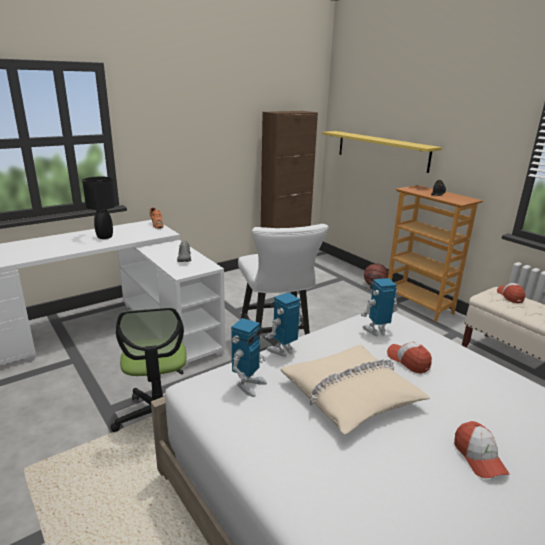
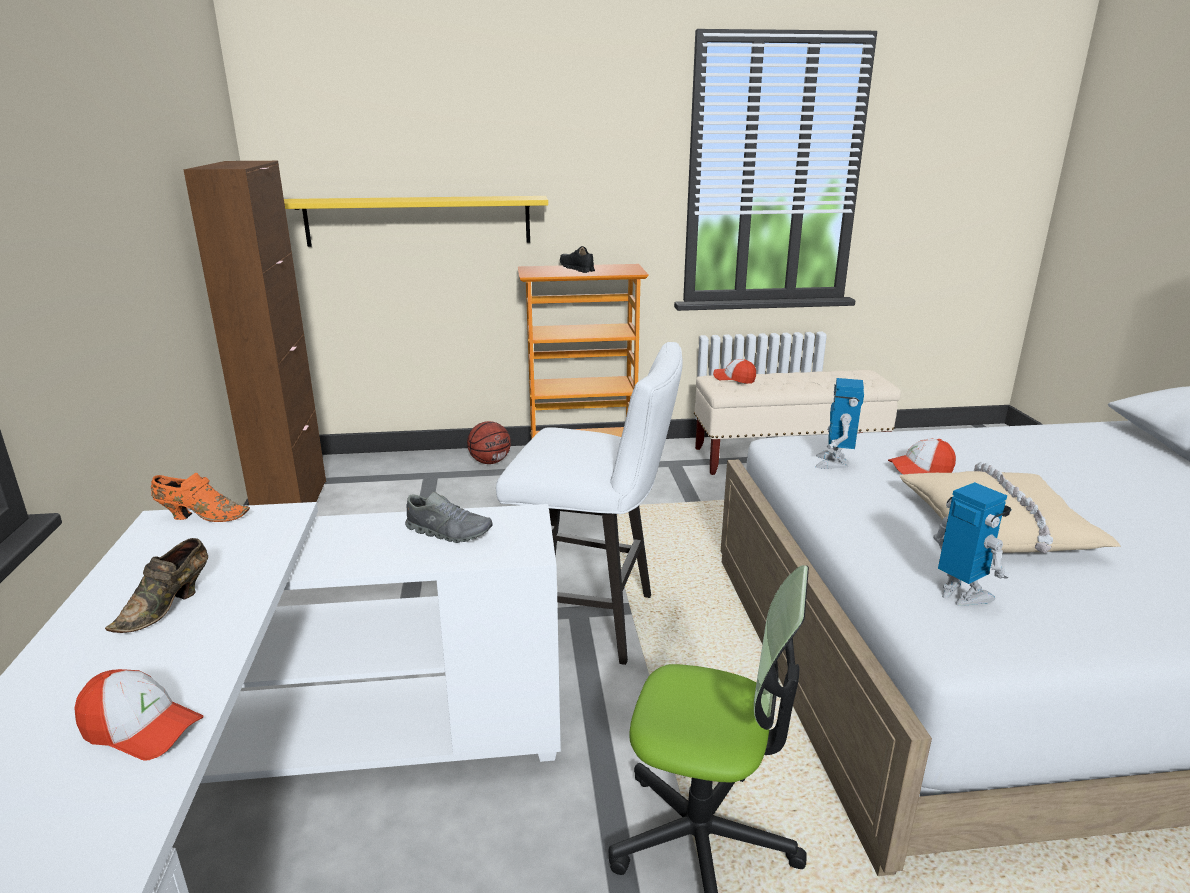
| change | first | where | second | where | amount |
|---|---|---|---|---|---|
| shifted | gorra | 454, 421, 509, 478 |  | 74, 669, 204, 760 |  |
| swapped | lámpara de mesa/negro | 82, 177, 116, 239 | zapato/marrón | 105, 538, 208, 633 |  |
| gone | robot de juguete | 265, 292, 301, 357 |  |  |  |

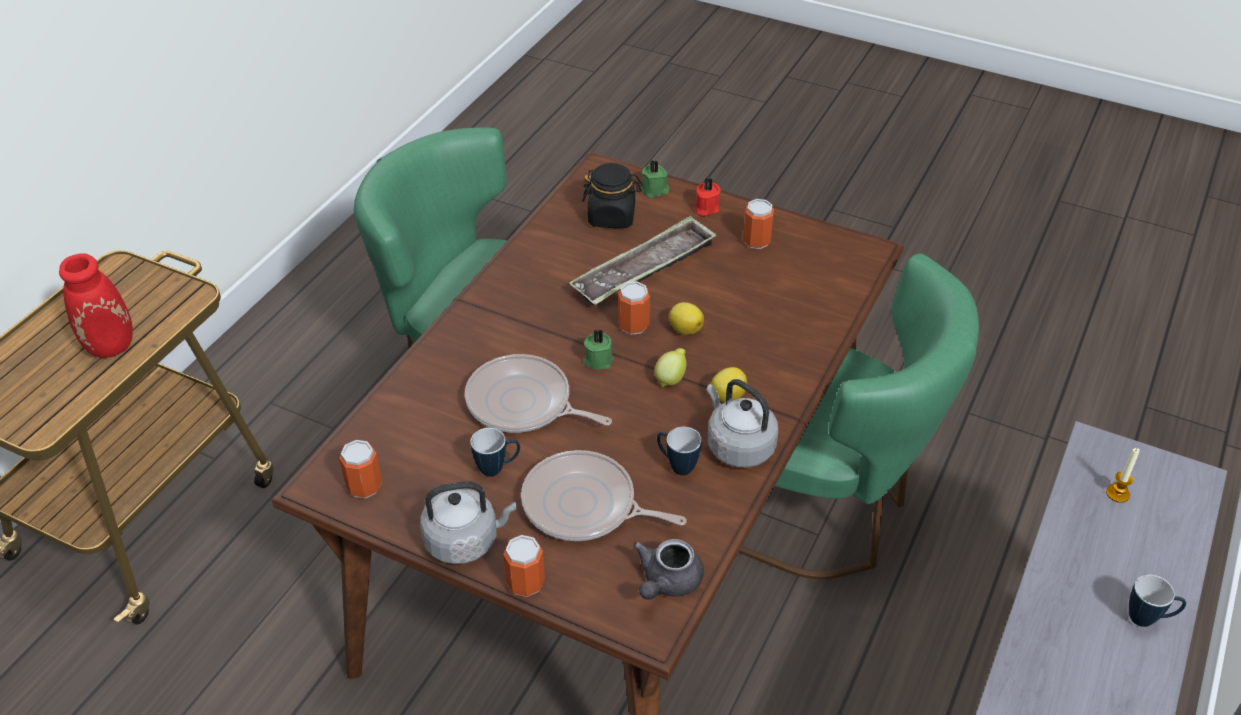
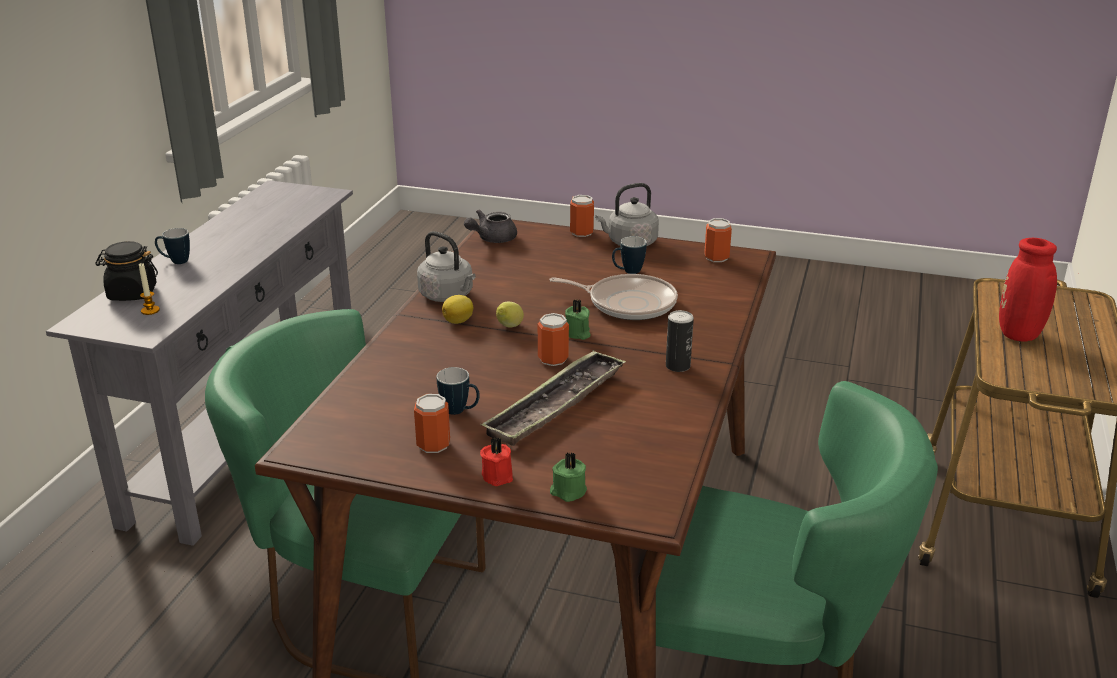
| change | first | where | second | where | amount |
|---|---|---|---|---|---|
| shifted | tarro/negro | 582, 163, 642, 228 |  | 95, 241, 158, 301 |  |
| shifted | taza grande | 657, 427, 702, 475 |  | 437, 367, 480, 415 |  |
| rotated | tetera/gris | 633, 539, 704, 600 |  | 464, 209, 517, 243 | 150 degrees counterclockwise |
| new |  |  | lata | 666, 310, 694, 372 |  |
| gone | sartén | 521, 450, 687, 541 |  |  |  |
| gone | limón | 669, 302, 704, 335 |  |  |  |

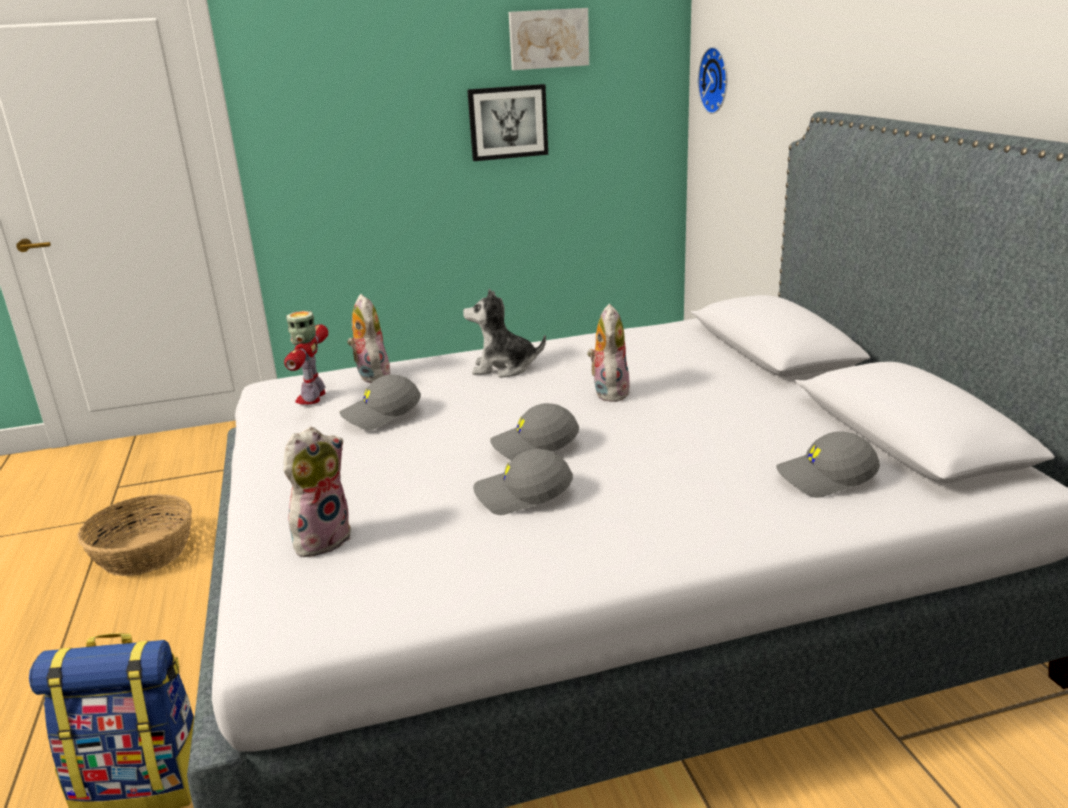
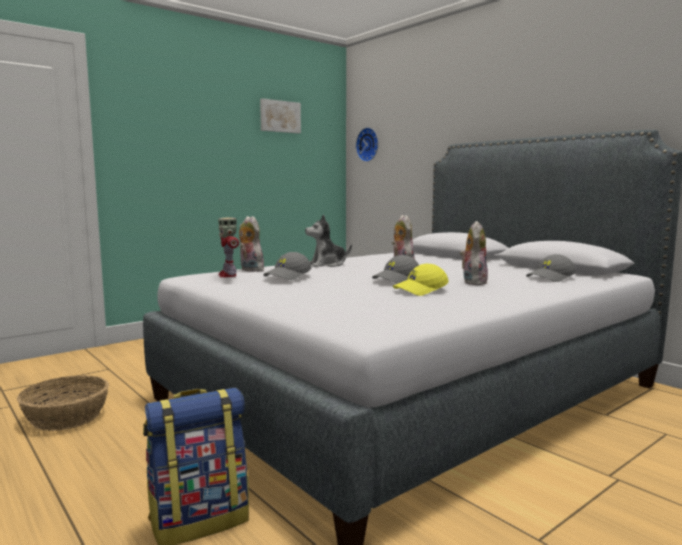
| change | first | where | second | where | amount |
|---|---|---|---|---|---|
| repainted | gorra/gris | 473, 449, 573, 515 | gorra/amarillo | 393, 264, 449, 296 |  |
| shifted | peluche | 284, 427, 351, 560 |  | 460, 221, 488, 285 |  |
| gone | cuadro | 467, 84, 548, 161 |  |  |  |

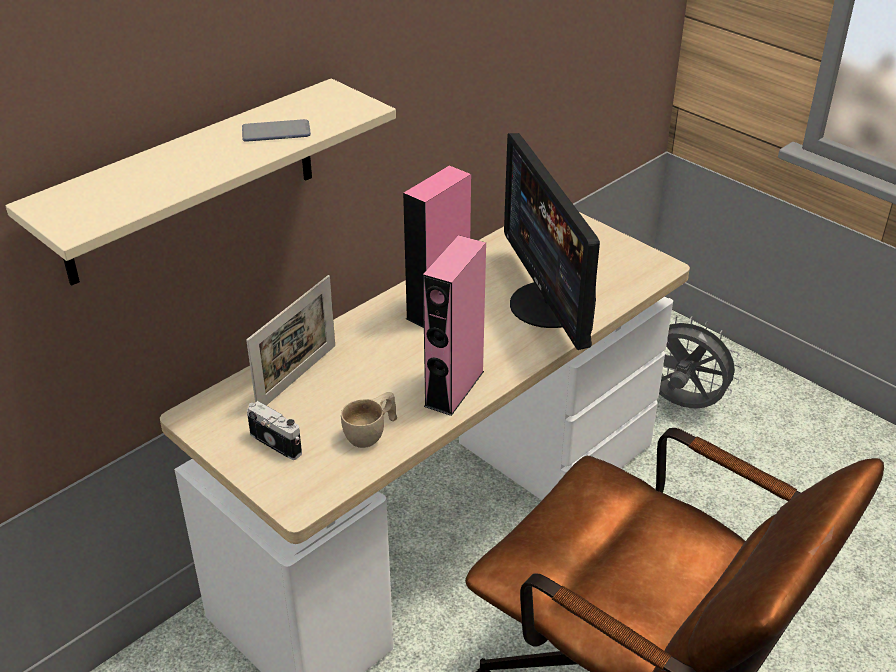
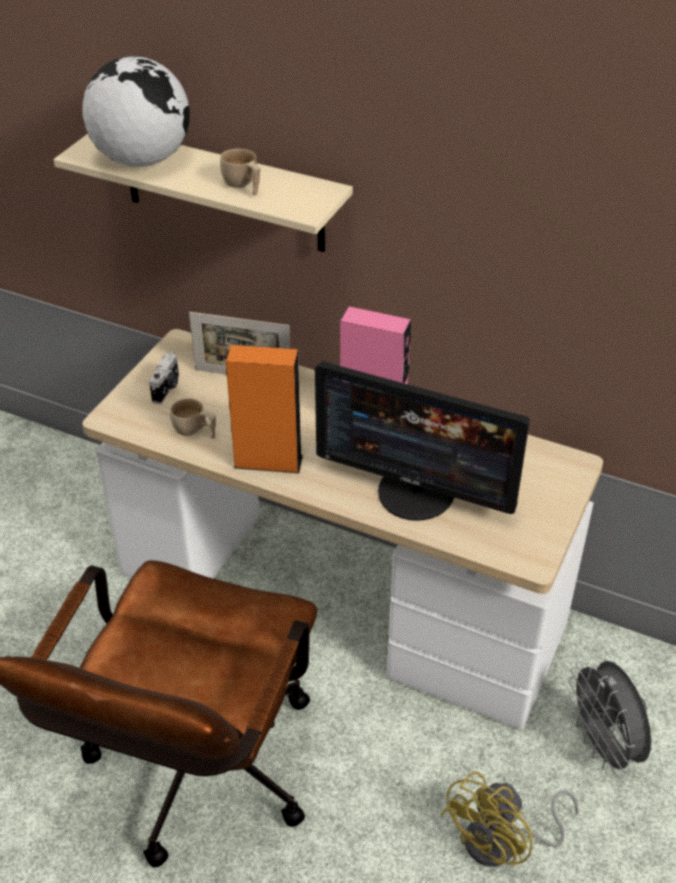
| change | first | where | second | where | amount |
|---|---|---|---|---|---|
| new |  |  | globo terráqueo | 82, 56, 190, 167 |  |
| swapped | móvil | 242, 119, 311, 142 | taza/beis | 220, 149, 260, 196 |  |
| repainted | altavoz/rosa | 423, 235, 486, 416 | altavoz/naranja | 226, 345, 303, 473 |  |
| rotated | monitor | 504, 133, 600, 350 |  | 315, 361, 530, 521 | 120 degrees counterclockwise |
| new |  |  | ventilador/amarillo | 441, 771, 579, 867 |  |
| rotated | ventilador/gris | 659, 316, 742, 409 |  | 568, 661, 652, 778 | 150 degrees clockwise |

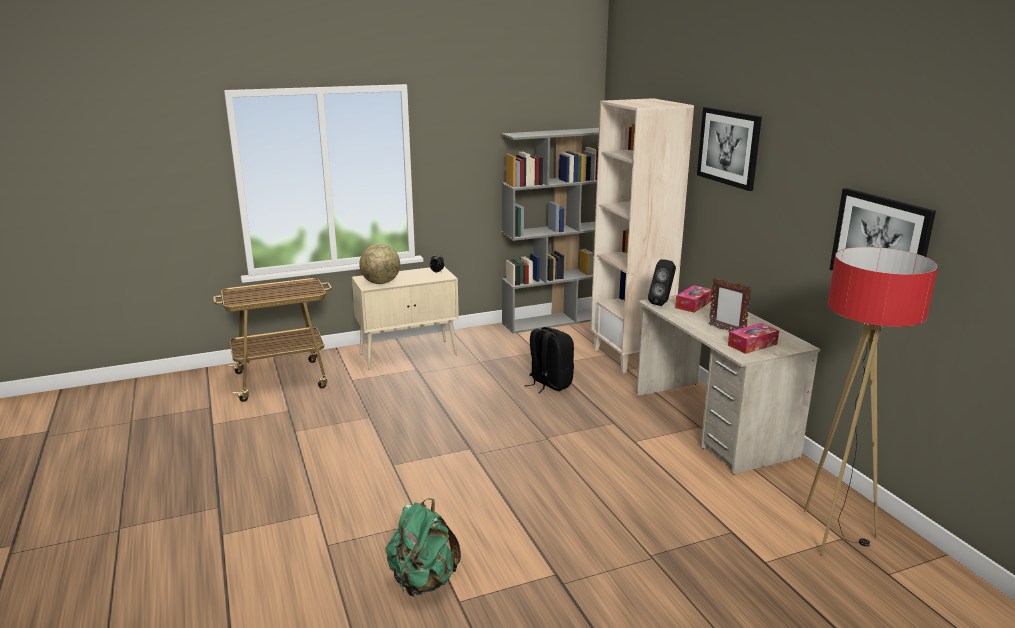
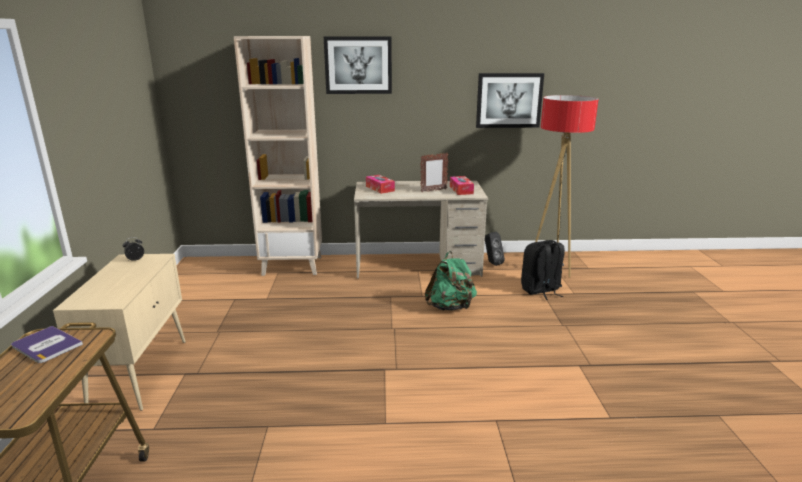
| change | first | where | second | where | amount |
|---|---|---|---|---|---|
| new |  |  | libro | 11, 326, 83, 363 |  |
| shifted | mochila/verde | 385, 498, 461, 597 |  | 425, 251, 477, 311 |  |
| shifted | altavoz/negro | 648, 259, 676, 306 |  | 485, 232, 505, 266 |  |
| shifted | mochila/negro | 525, 327, 574, 394 |  | 521, 240, 565, 300 |  |
| gone | globo terráqueo | 359, 244, 400, 284 |  |  |  |
| gone | estantería/gris | 501, 128, 599, 334 |  |  |  |

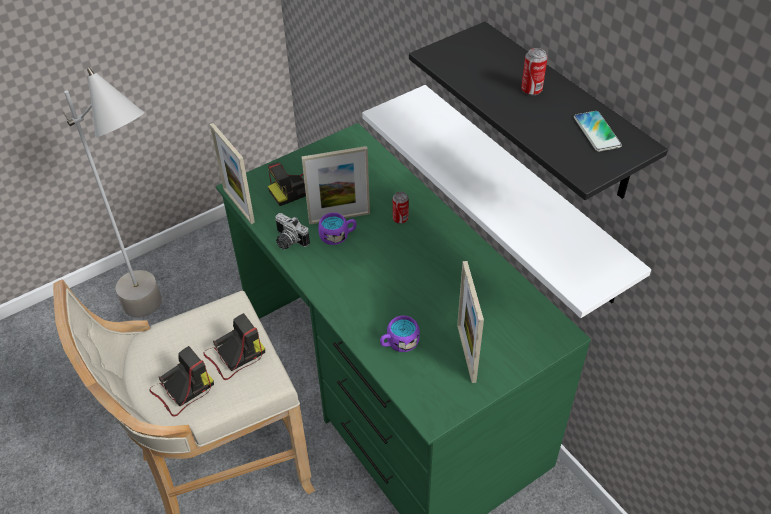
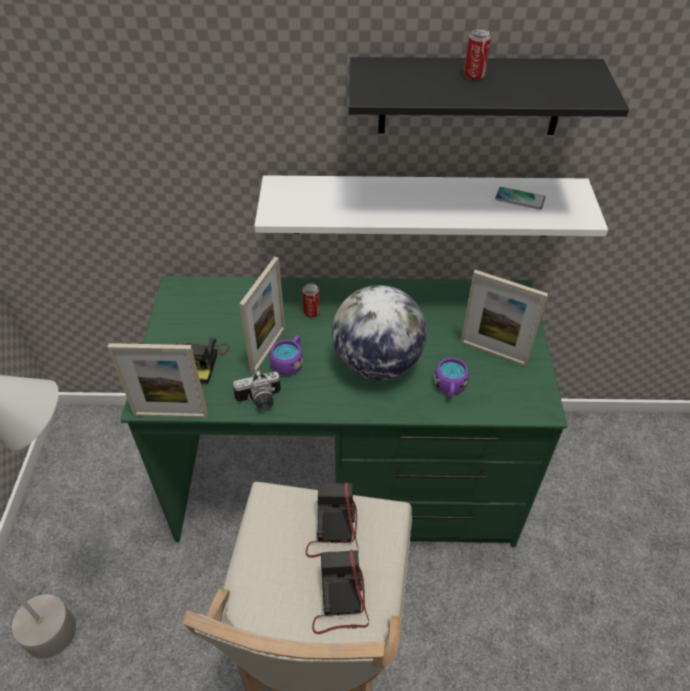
| change | first | where | second | where | amount |
|---|---|---|---|---|---|
| new |  |  | globo terráqueo | 332, 285, 427, 380 |  |
| shifted | móvil | 574, 111, 622, 152 |  | 495, 187, 545, 210 |  |

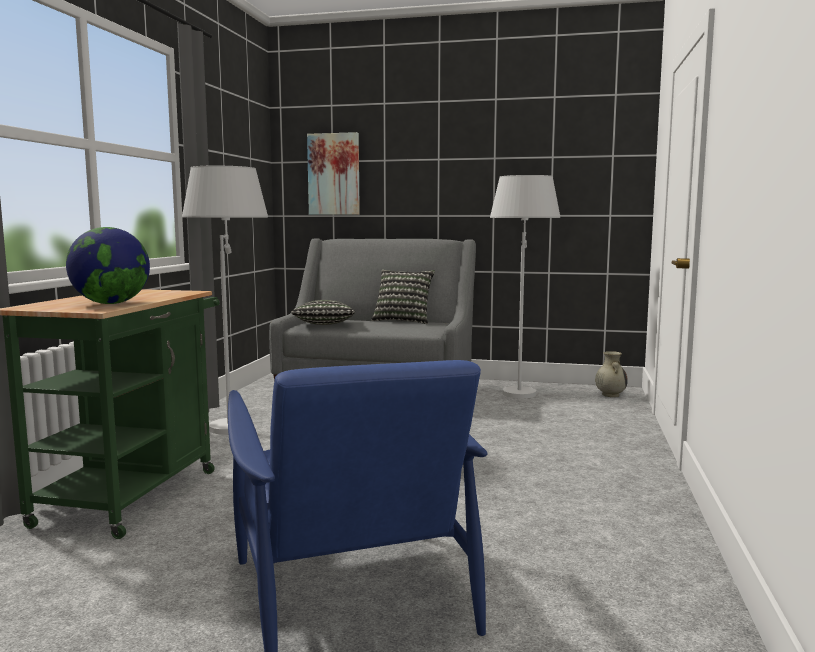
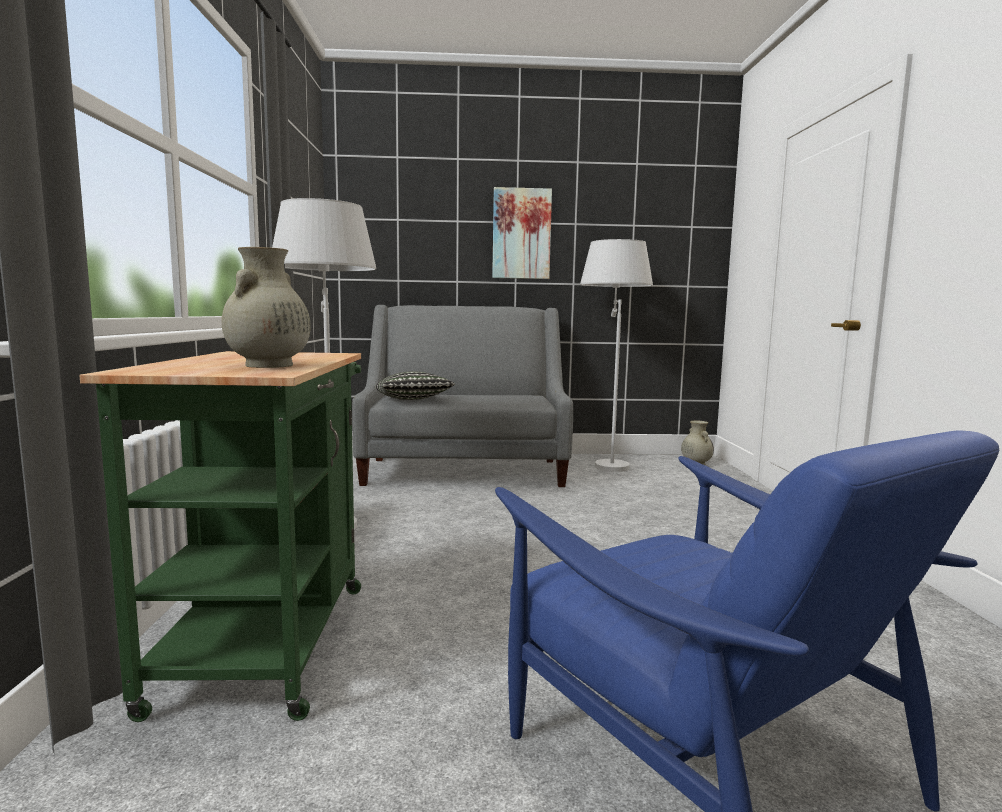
| change | first | where | second | where | amount |
|---|---|---|---|---|---|
| swapped | globo terráqueo | 66, 227, 150, 304 | florero/beis | 222, 247, 311, 368 |  |
| shifted | cuadro | 307, 132, 360, 215 |  | 492, 187, 552, 279 |  |
| gone | cojín | 371, 270, 435, 324 |  |  |  |

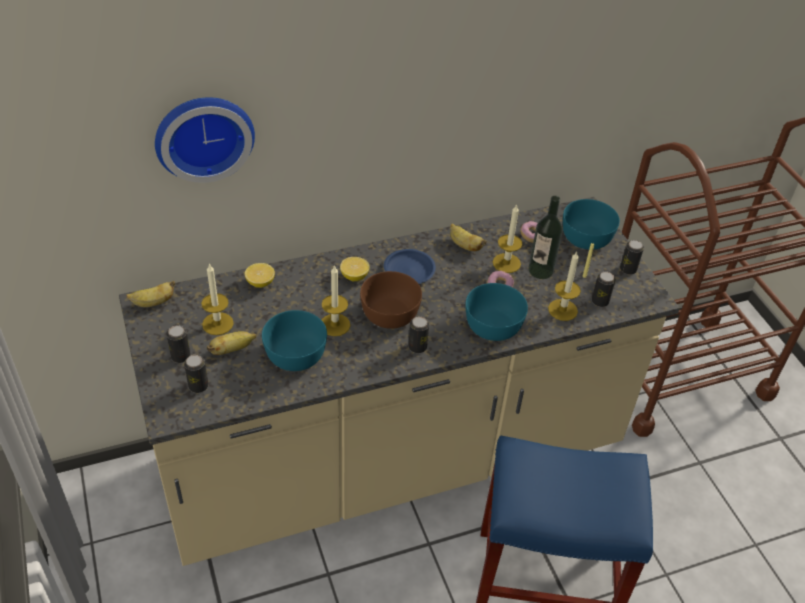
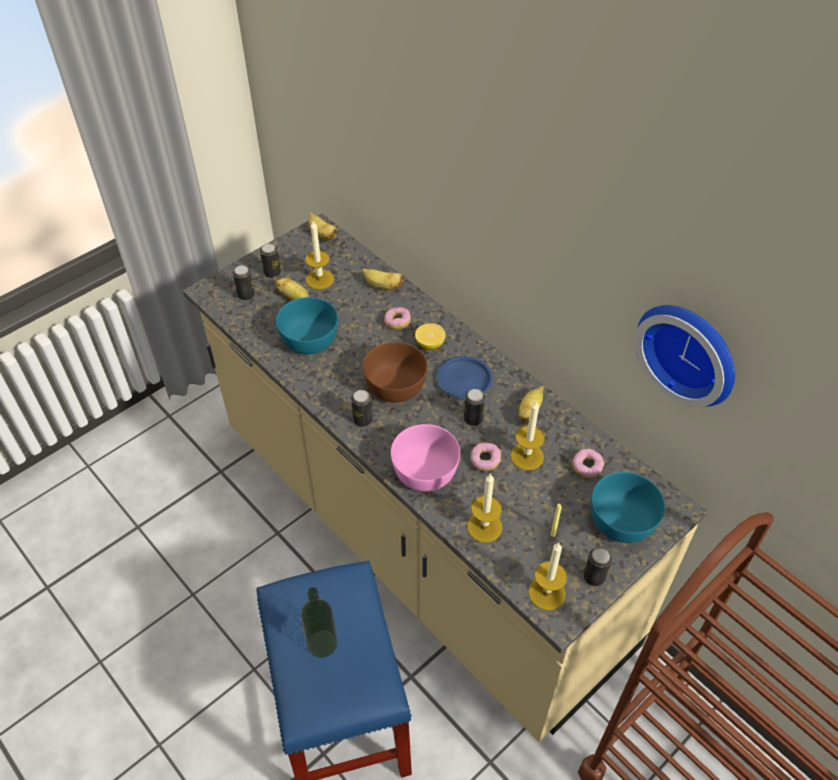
| change | first | where | second | where | amount |
|---|---|---|---|---|---|
| shifted | botella | 528, 196, 563, 279 |  | 301, 587, 337, 658 |  |
| swapped | limón | 245, 263, 275, 288 | plátano | 363, 268, 406, 290 |  |
| new |  |  | rosquilla | 384, 307, 411, 329 |  |
| repainted | cuenco/turquesa | 465, 283, 528, 341 | cuenco/rosa | 391, 424, 460, 492 |  |
| shifted | lata | 592, 272, 616, 307 |  | 464, 389, 485, 426 |  |
| shifted | vela | 322, 265, 350, 336 |  | 528, 543, 568, 610 |  |
| shifted | reloj de pared | 155, 97, 255, 183 |  | 635, 305, 735, 407 |  |

